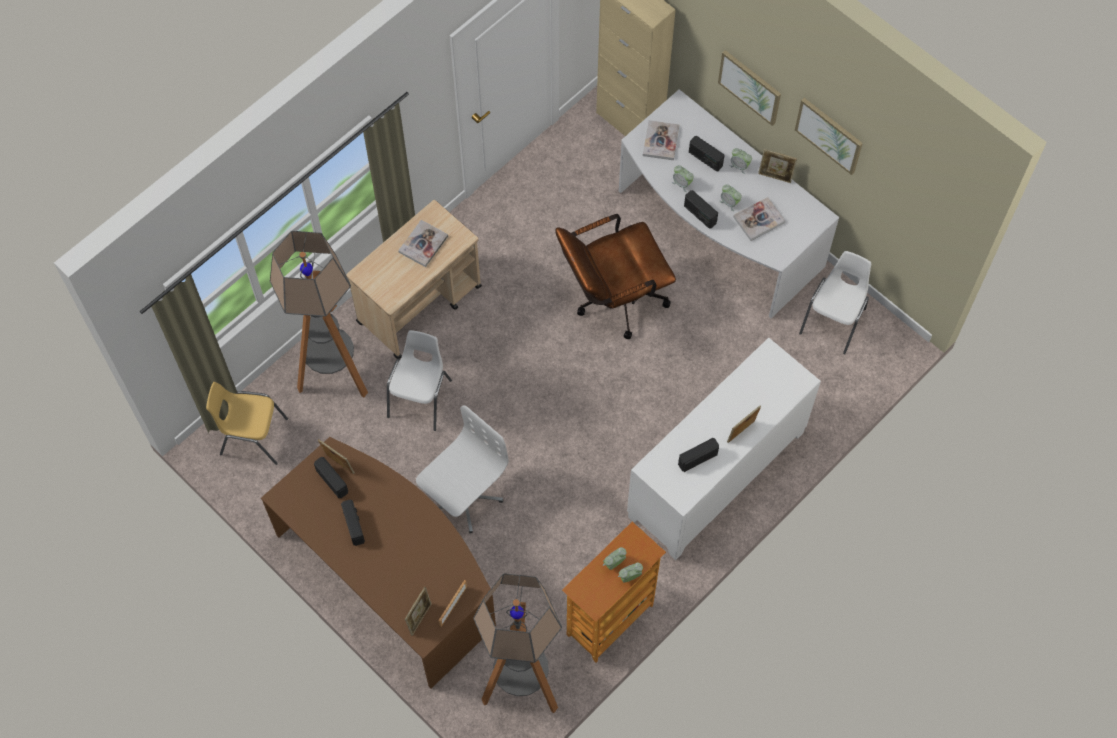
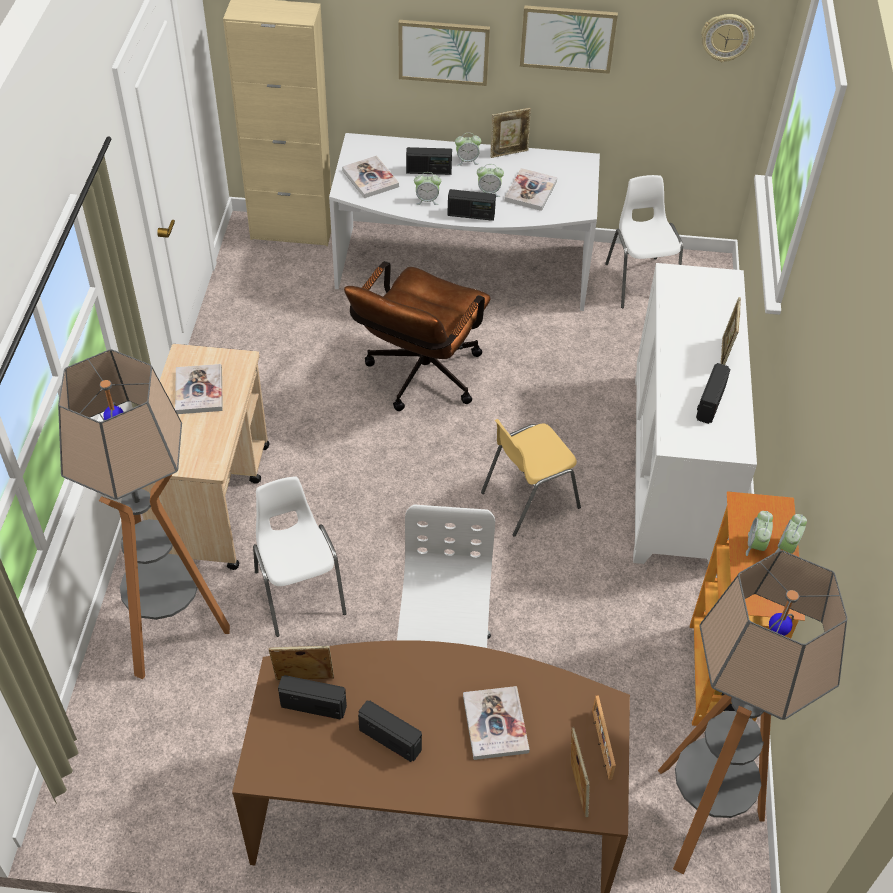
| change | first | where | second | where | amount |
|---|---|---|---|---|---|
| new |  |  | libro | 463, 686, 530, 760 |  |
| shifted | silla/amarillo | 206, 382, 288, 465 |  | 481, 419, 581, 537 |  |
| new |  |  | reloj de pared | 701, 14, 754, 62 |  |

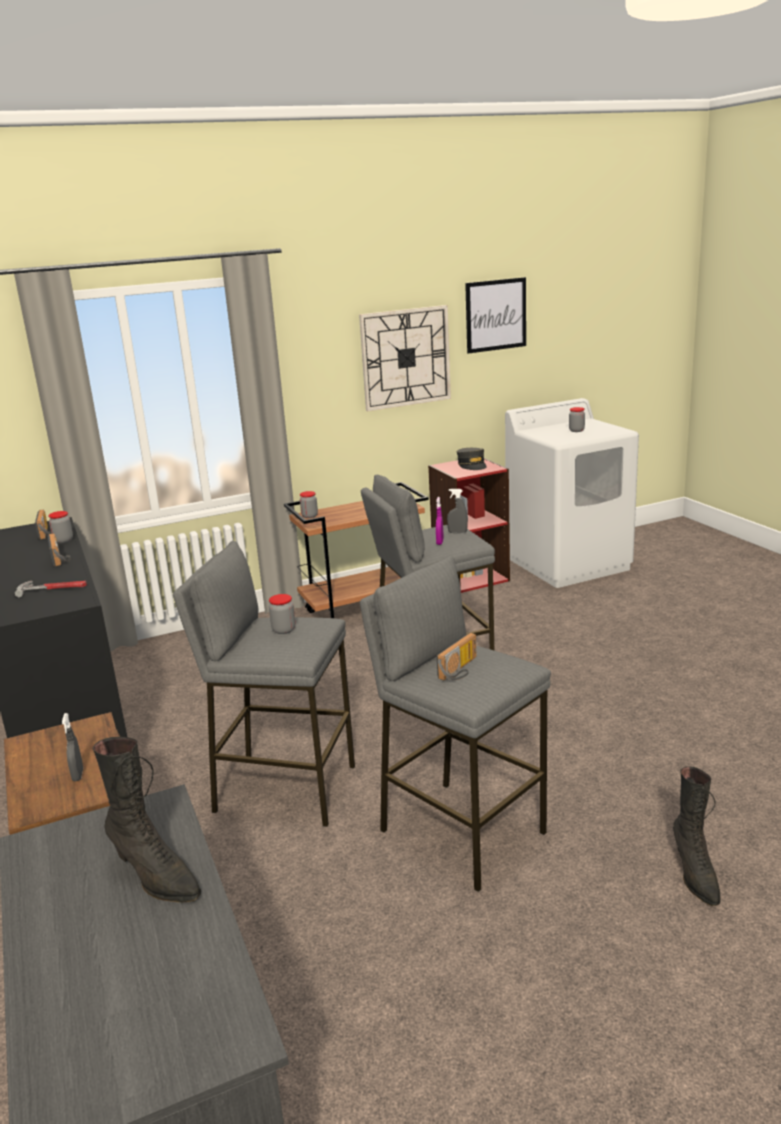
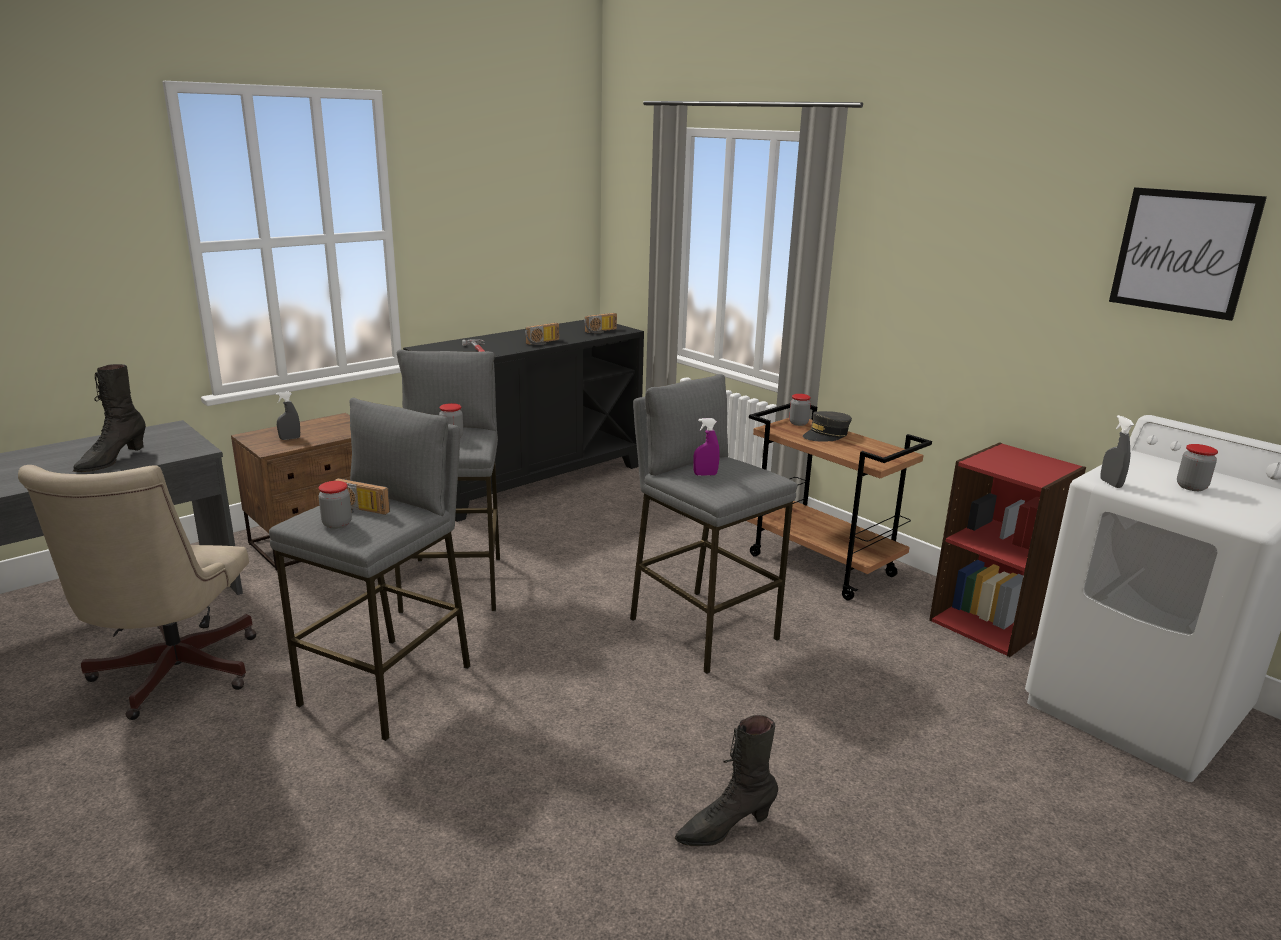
| change | first | where | second | where | amount |
|---|---|---|---|---|---|
| new |  |  | silla de oficina/beis | 18, 465, 257, 720 |  |
| shifted | tarro | 48, 511, 73, 543 |  | 318, 481, 352, 529 |  |
| shifted | bota/negro | 673, 766, 721, 906 |  | 675, 715, 778, 846 |  |
| shifted | gorra/gris | 457, 448, 487, 470 |  | 803, 411, 852, 441 |  |
| shifted | pulverizador/gris | 447, 489, 468, 533 |  | 1100, 415, 1134, 488 |  |
| gone | reloj de pared | 359, 305, 451, 411 |  |  |  |

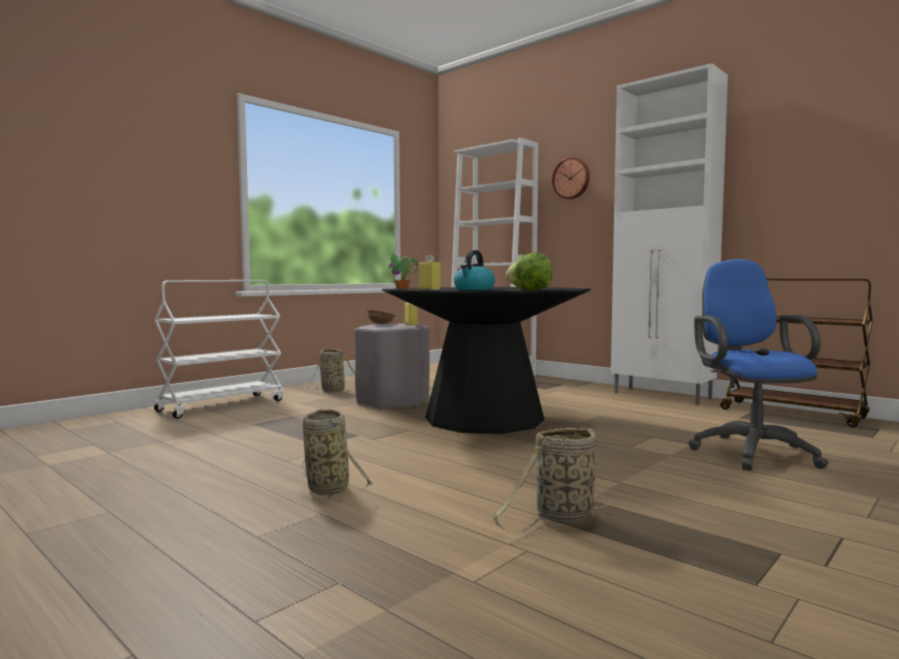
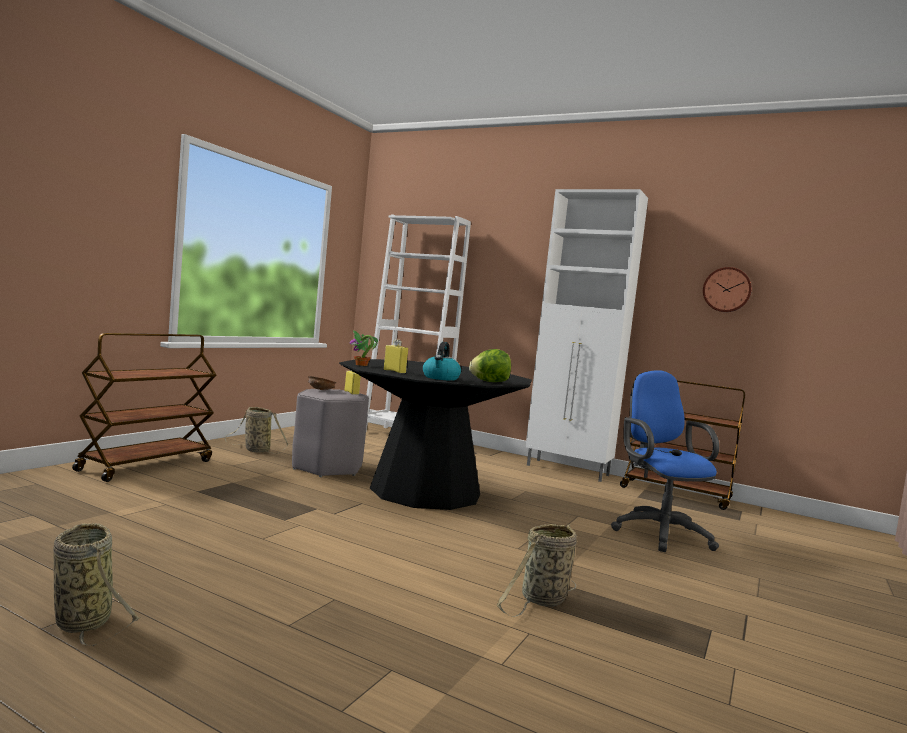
| change | first | where | second | where | amount |
|---|---|---|---|---|---|
| shifted | cesta | 302, 409, 373, 502 |  | 53, 523, 140, 646 |  |
| repainted | carrito/blanco | 154, 280, 284, 419 | carrito/marrón | 72, 333, 216, 482 |  |
| shifted | reloj de pared | 552, 157, 590, 199 |  | 703, 267, 752, 312 |  |

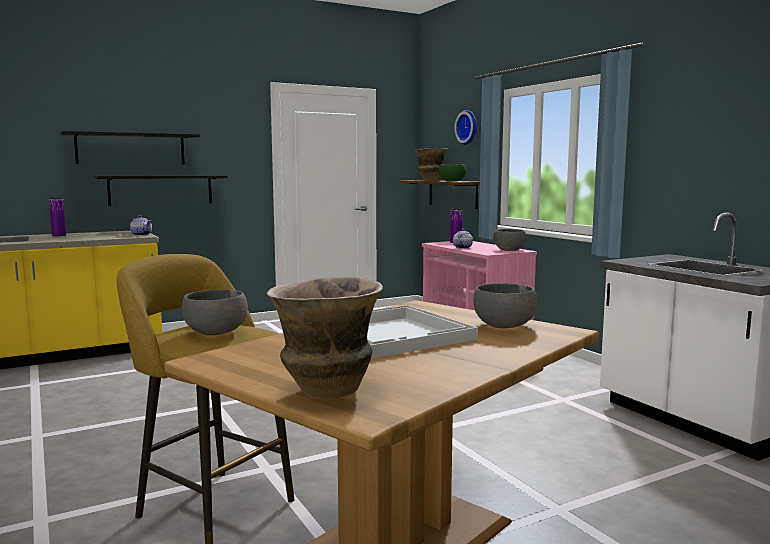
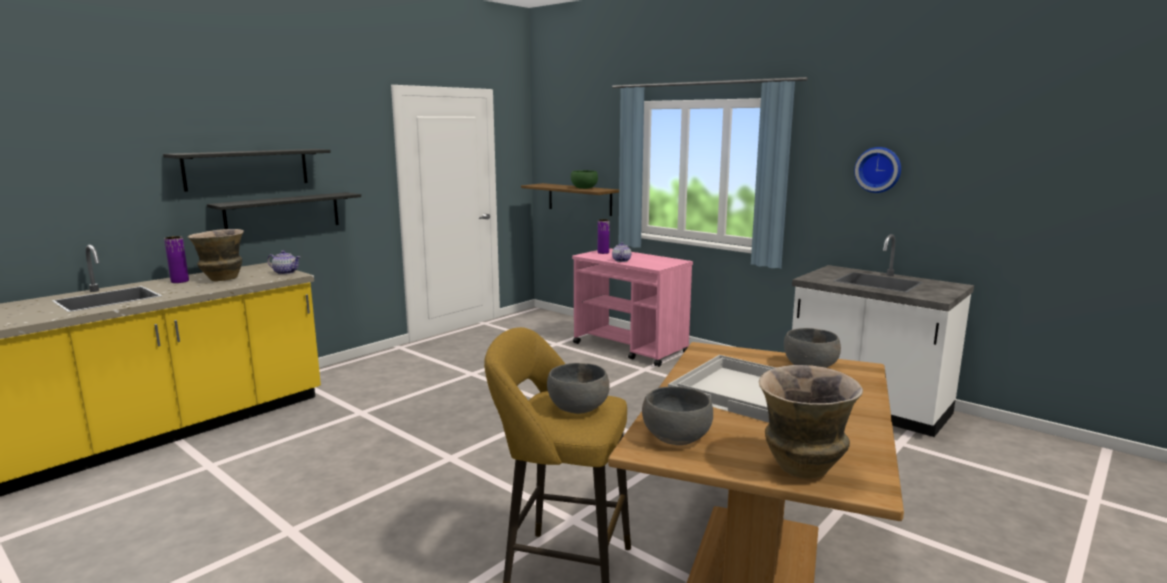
| change | first | where | second | where | amount |
|---|---|---|---|---|---|
| shifted | florero | 415, 148, 448, 181 |  | 188, 229, 244, 281 |  |
| shifted | cuenco/gris | 493, 229, 526, 251 |  | 642, 386, 713, 445 |  |
| shifted | reloj de pared | 454, 110, 477, 145 |  | 854, 147, 901, 193 |  |

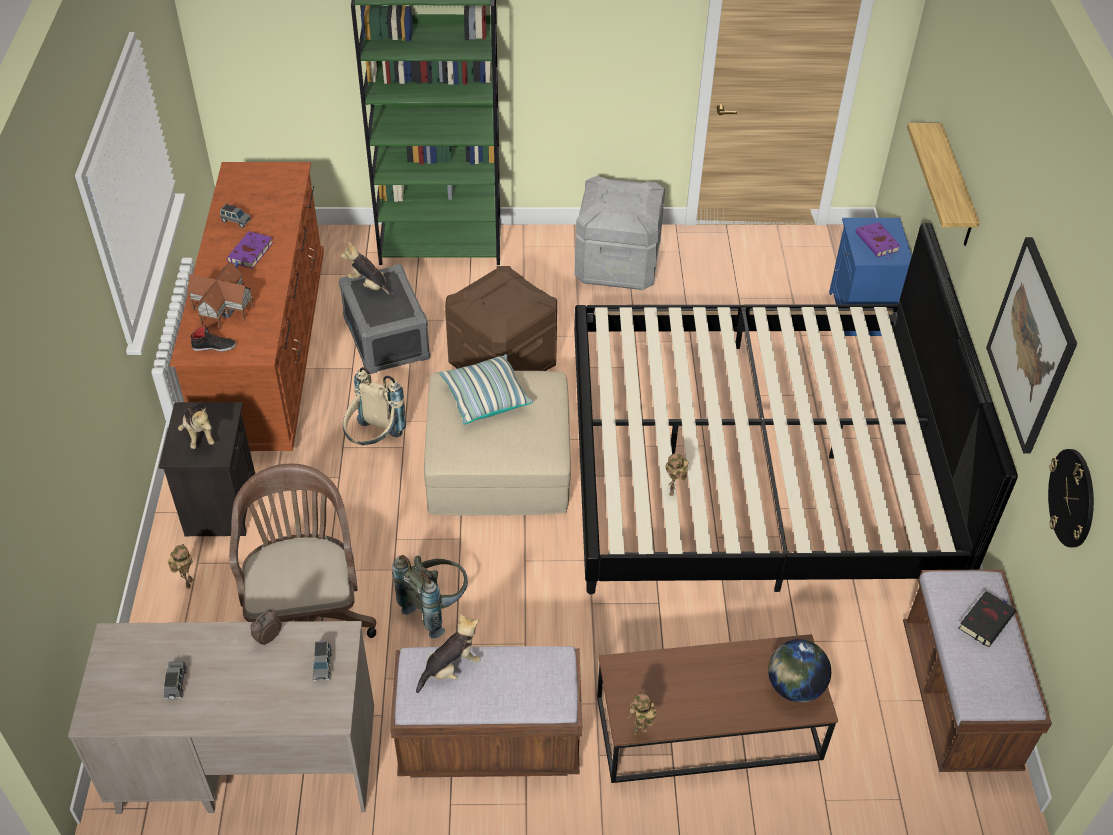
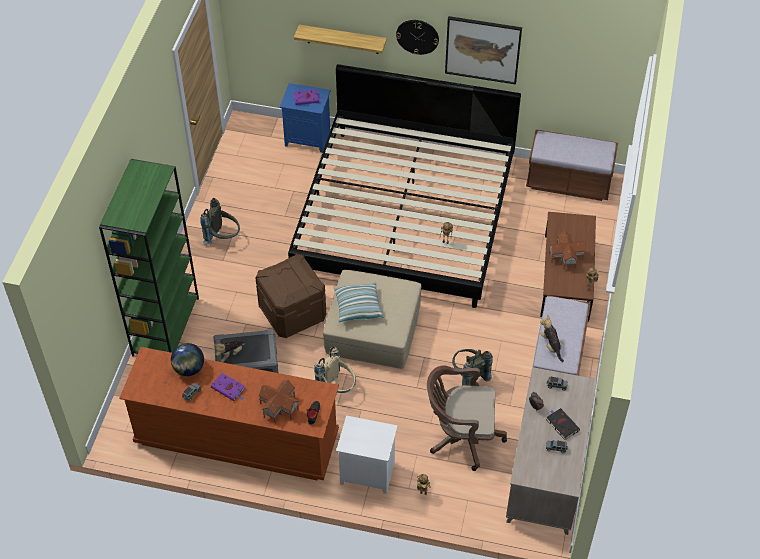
| change | first | where | second | where | amount |
|---|---|---|---|---|---|
| shifted | globo terráqueo | 768, 639, 831, 703 |  | 171, 343, 204, 376 |  |
| swapped | caja de almacenaje/gris | 574, 176, 665, 290 | mochila/gris | 200, 198, 240, 245 |  |
| repainted | mesita de noche/negro | 159, 402, 255, 536 | mesita de noche/blanco | 336, 415, 398, 494 |  |
| shifted | reloj de pared | 1048, 449, 1094, 547 |  | 396, 20, 439, 55 |  |
| shifted | libro/negro | 958, 591, 1016, 647 |  | 546, 408, 580, 440 |  |
| new |  |  | casita | 549, 230, 585, 270 |  |
| gone | peluche | 178, 406, 215, 449 |  |  |  |

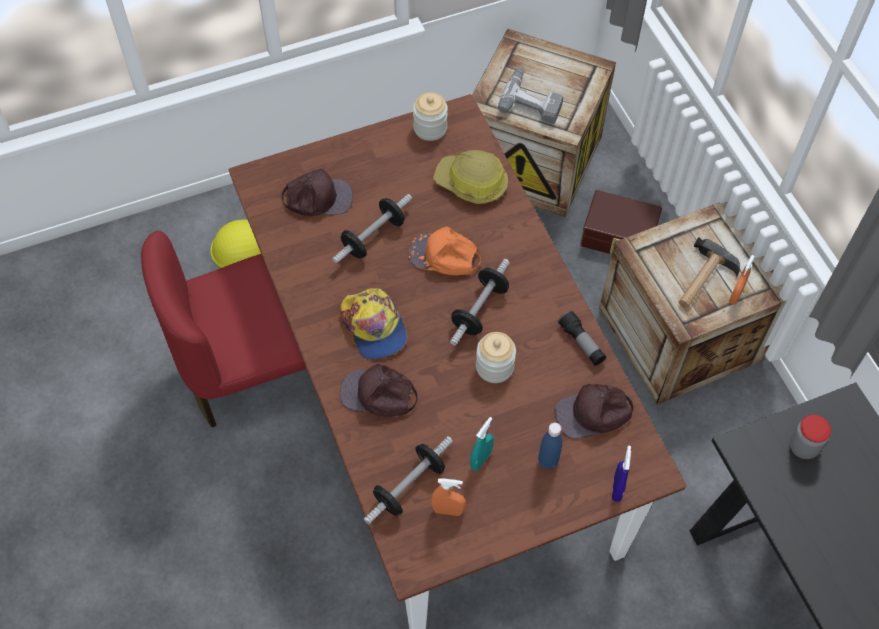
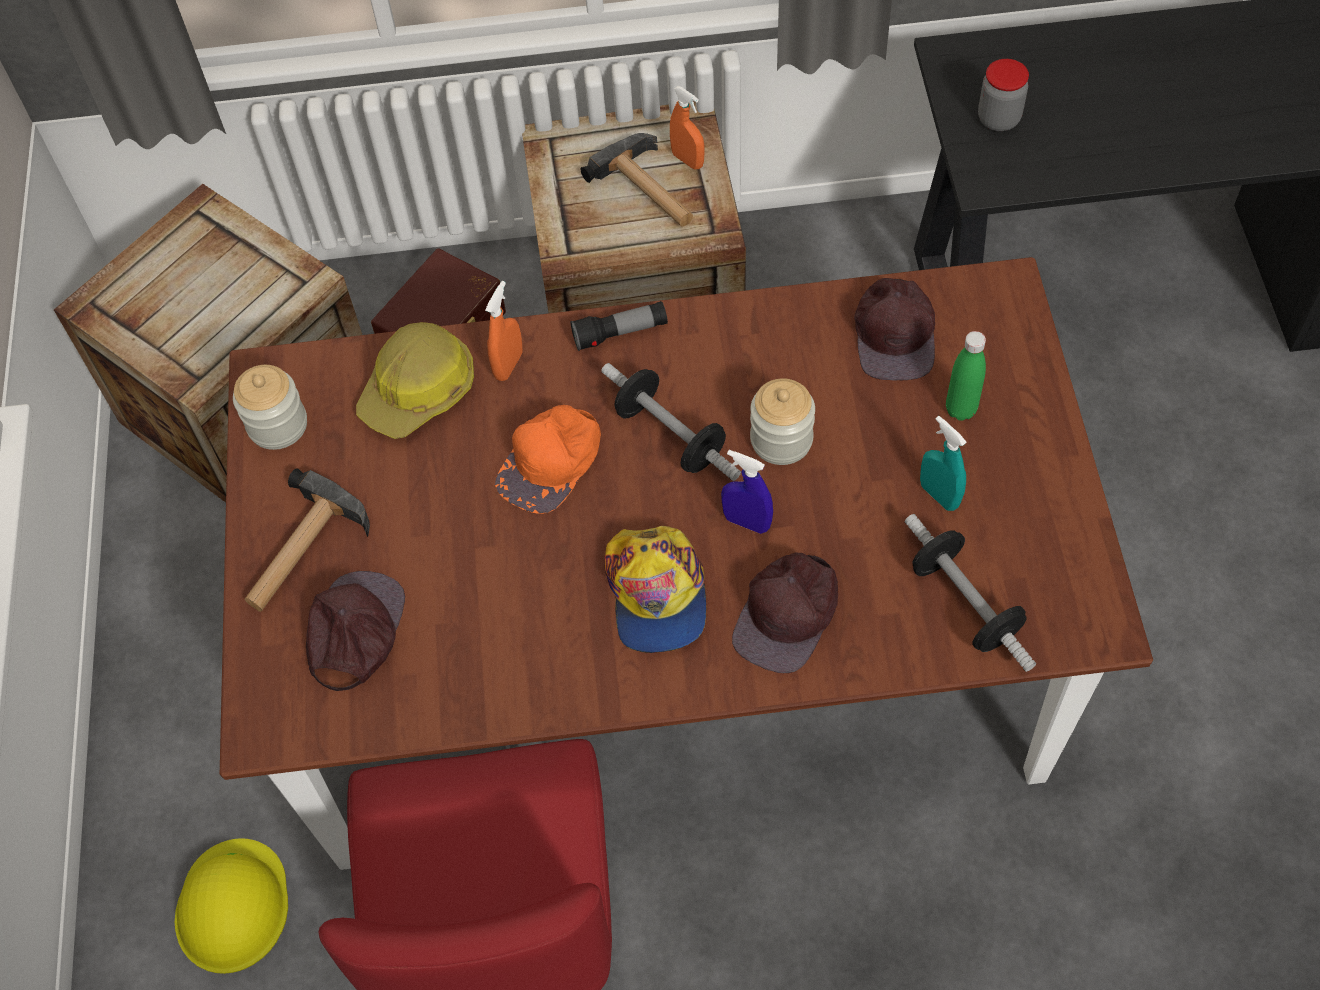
| change | first | where | second | where | amount |
|---|---|---|---|---|---|
| new |  |  | martillo | 245, 468, 370, 612 |  |
| shifted | pulverizador/naranja | 431, 478, 466, 516 |  | 485, 281, 523, 381 |  |
| shifted | linterna | 558, 310, 606, 365 |  | 570, 301, 668, 351 |  |
| rotated | gorra | 340, 288, 407, 360 |  | 604, 526, 706, 653 | 90 degrees clockwise |
| shifted | pulverizador/azul | 612, 446, 631, 502 |  | 721, 450, 773, 534 |  |
| repainted | botella/azul | 538, 423, 562, 469 | botella/verde | 946, 331, 986, 421 |  |
| gone | mancuerna | 332, 194, 412, 264 |  |  |  |
| gone | taladro | 498, 66, 564, 124 |  |  |  |

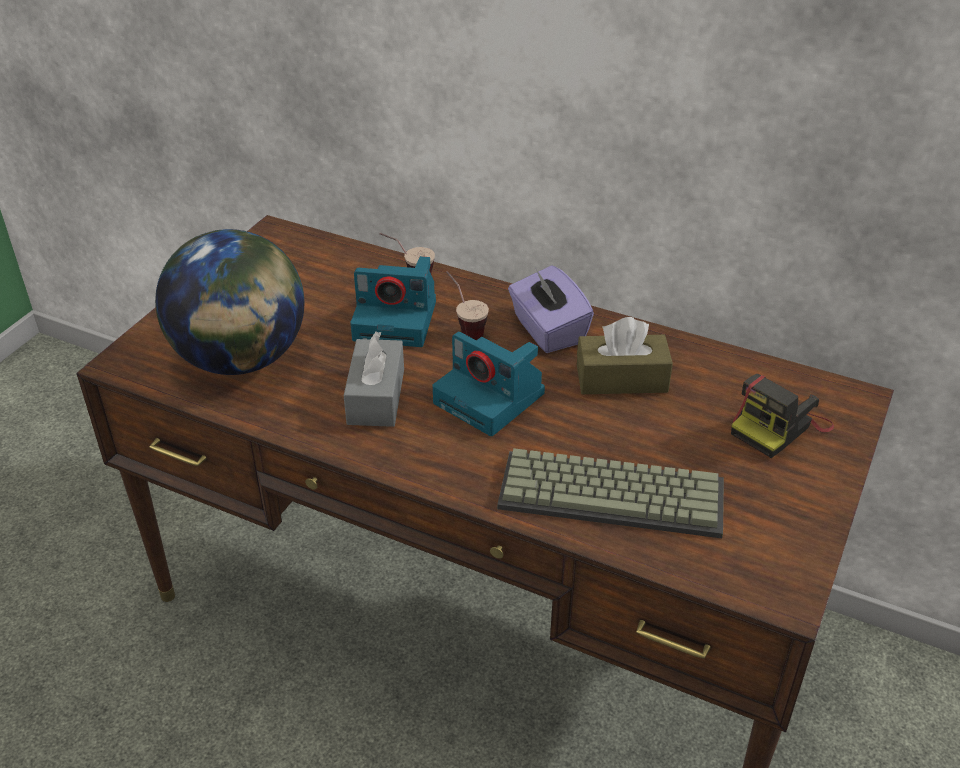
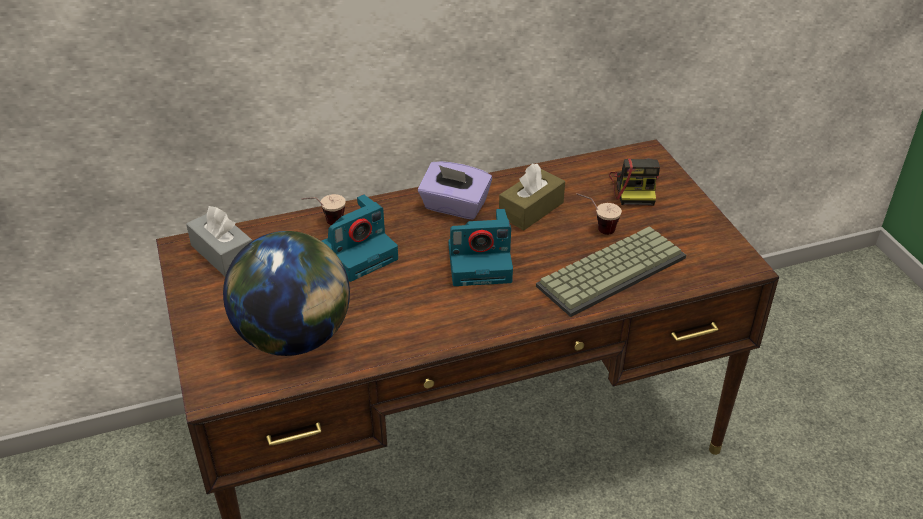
| change | first | where | second | where | amount |
|---|---|---|---|---|---|
| shifted | caja de pañuelos/gris | 344, 332, 404, 427 |  | 186, 206, 252, 276 |  |
| shifted | taza | 446, 271, 489, 340 |  | 576, 193, 622, 235 |  |

